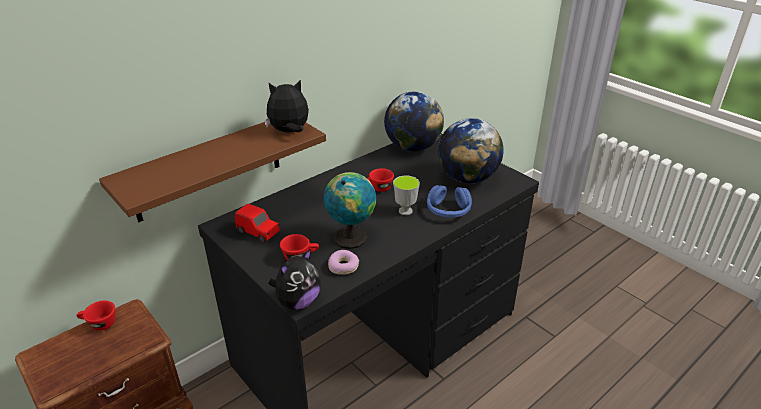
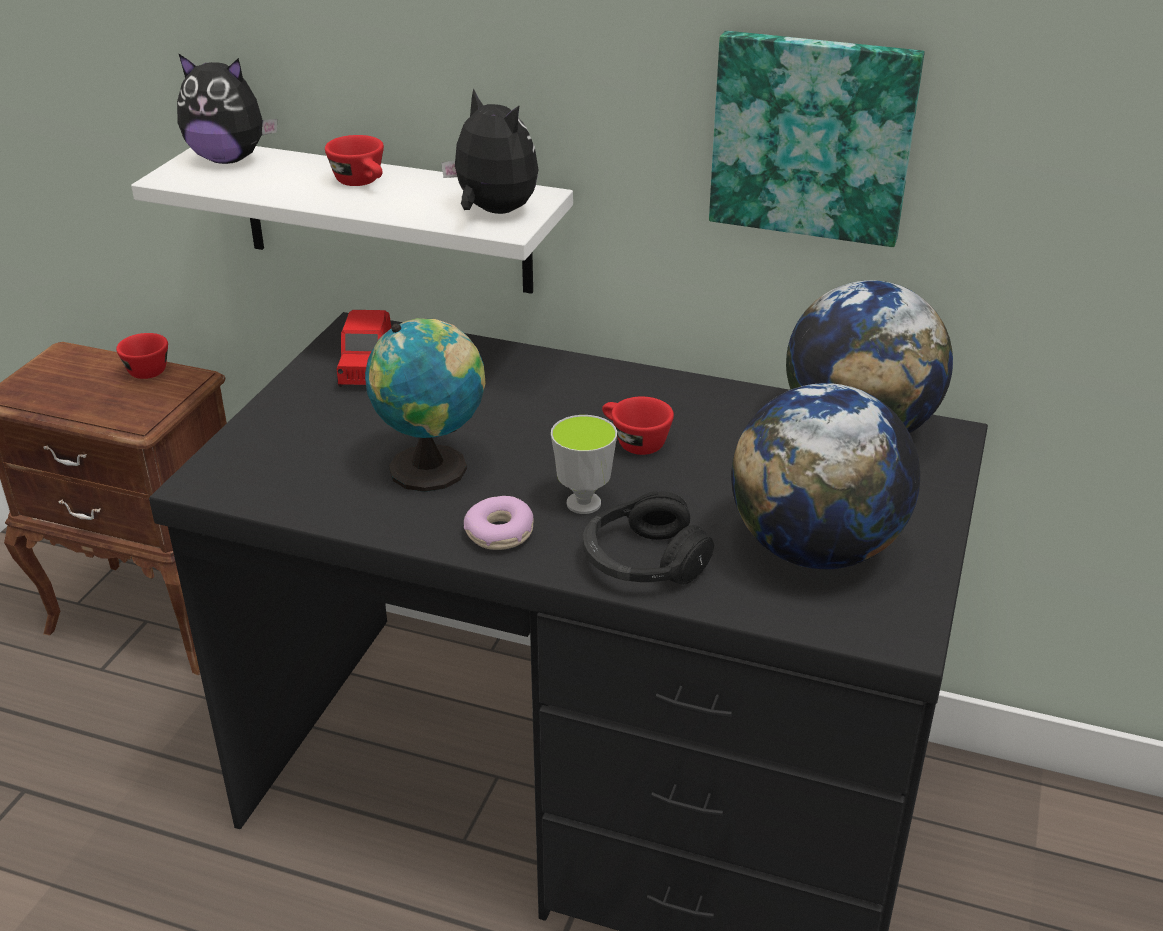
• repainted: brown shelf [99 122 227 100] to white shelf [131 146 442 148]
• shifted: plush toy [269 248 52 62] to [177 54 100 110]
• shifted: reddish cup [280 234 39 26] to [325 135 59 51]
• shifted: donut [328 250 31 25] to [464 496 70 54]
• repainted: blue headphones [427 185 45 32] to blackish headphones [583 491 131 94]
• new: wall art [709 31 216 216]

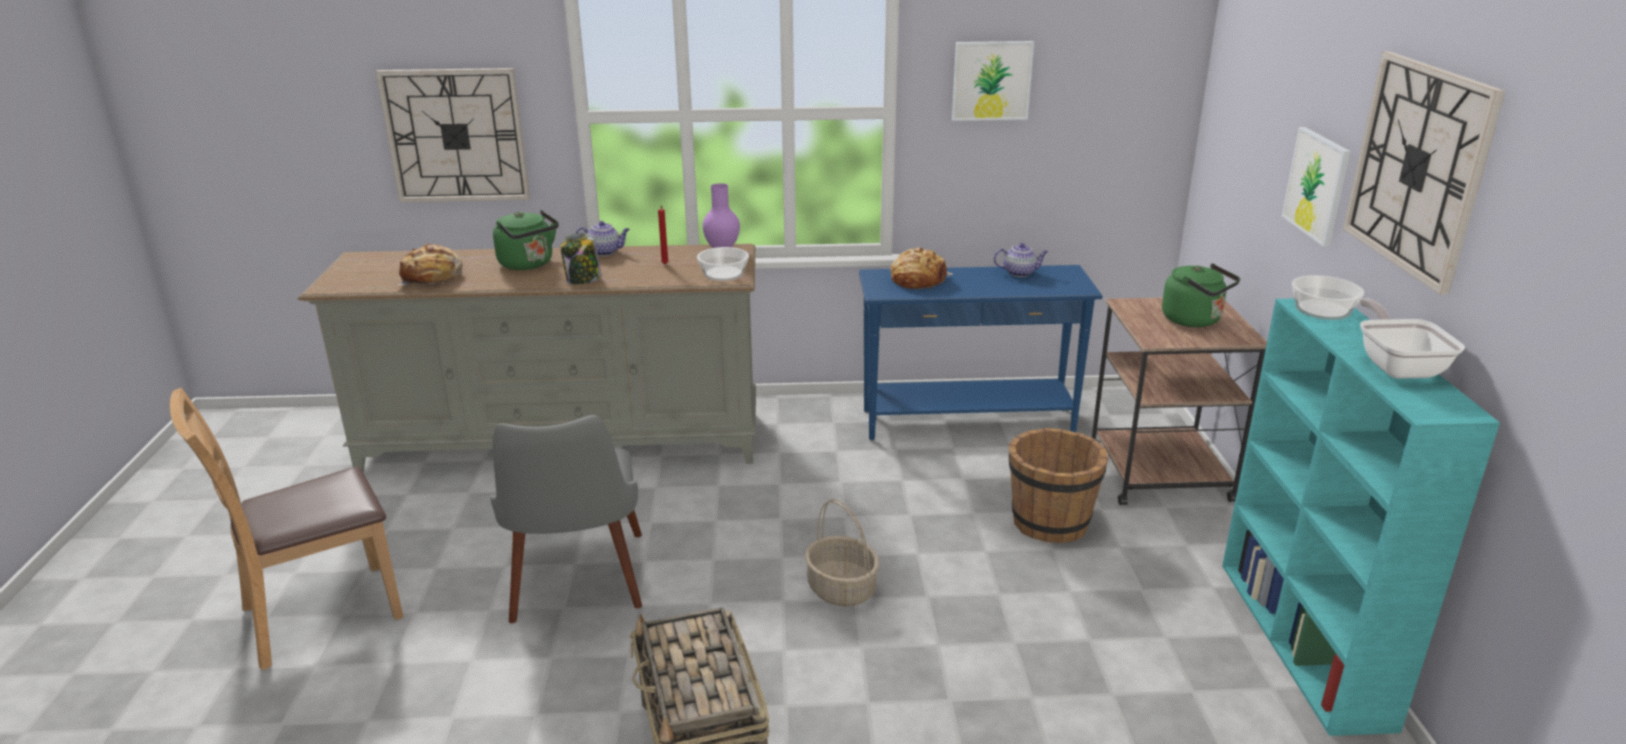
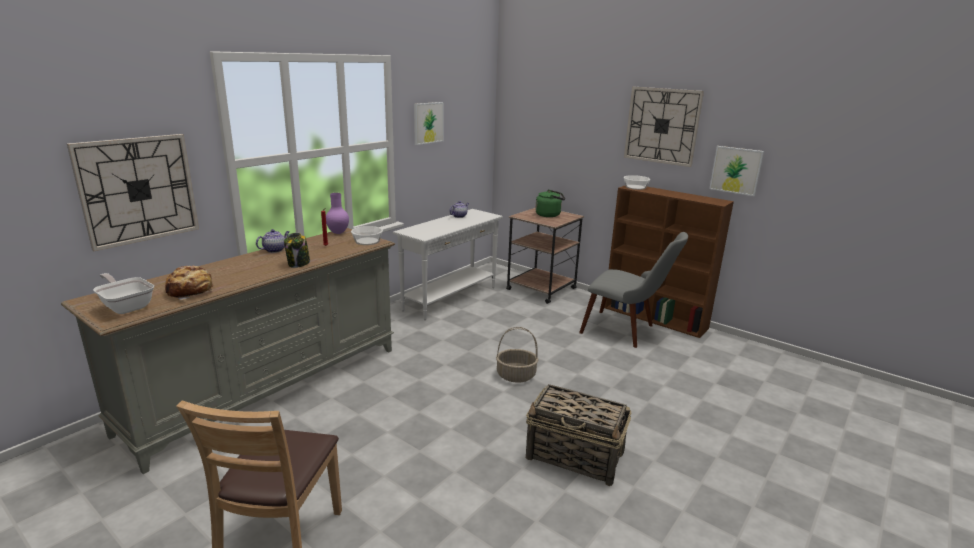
• shifted: greyish plain chair [490 415 152 208] to [579 232 109 116]
• gone: greenish water kettle [493 210 66 60]
• repainted: blue hall table [859 265 243 176] to white hall table [393 209 110 111]
• gone: baked bread [890 247 63 42]
• gone: brown bucket [1009 428 100 115]
• repainted: blue-green shelving unit [1222 298 278 438] to brown shelving unit [604 186 130 152]
• shifted: wall art [1282 127 69 120] to [709 146 55 50]
• shifted: pan [1359 298 106 81] to [93 273 61 41]

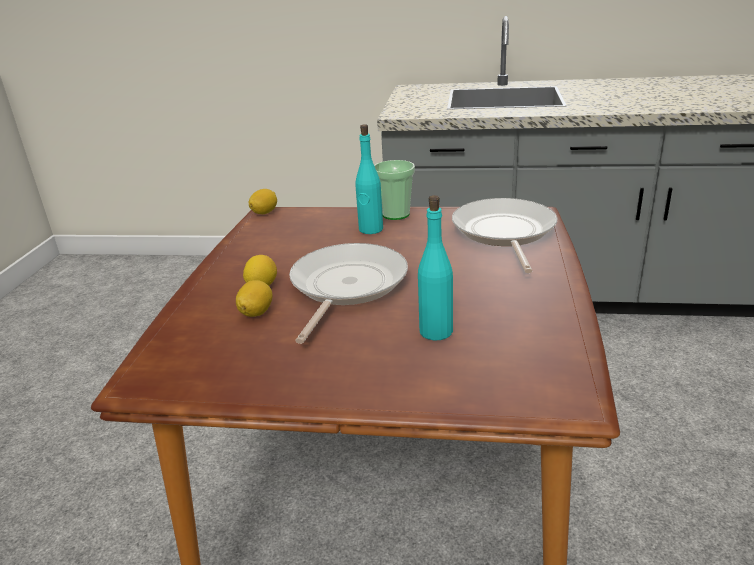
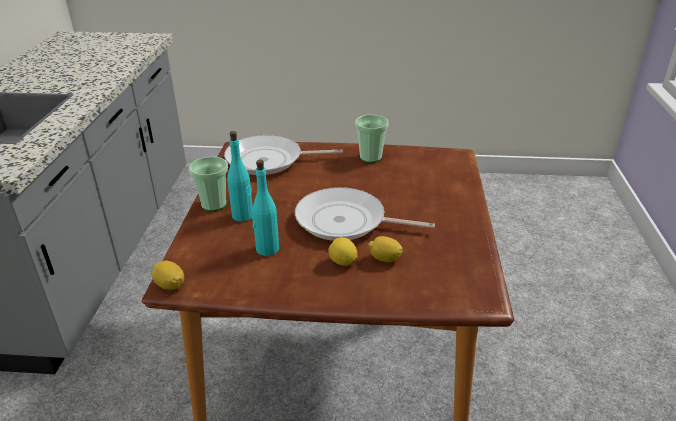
• shifted: blue-green bottle [418 195 35 146] to [252 160 27 96]
• new: cup [355 115 33 48]

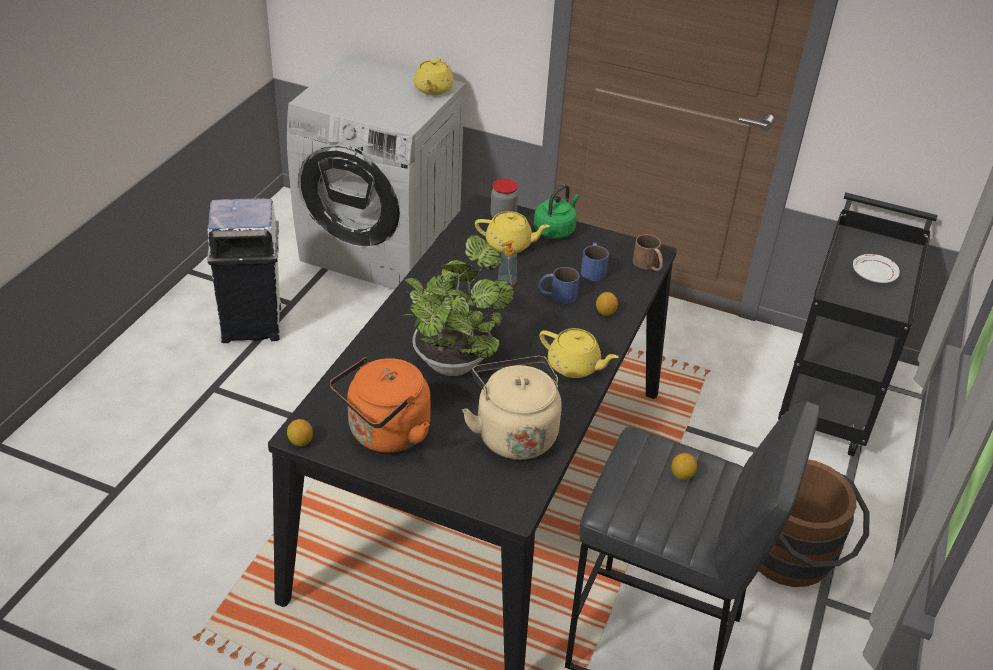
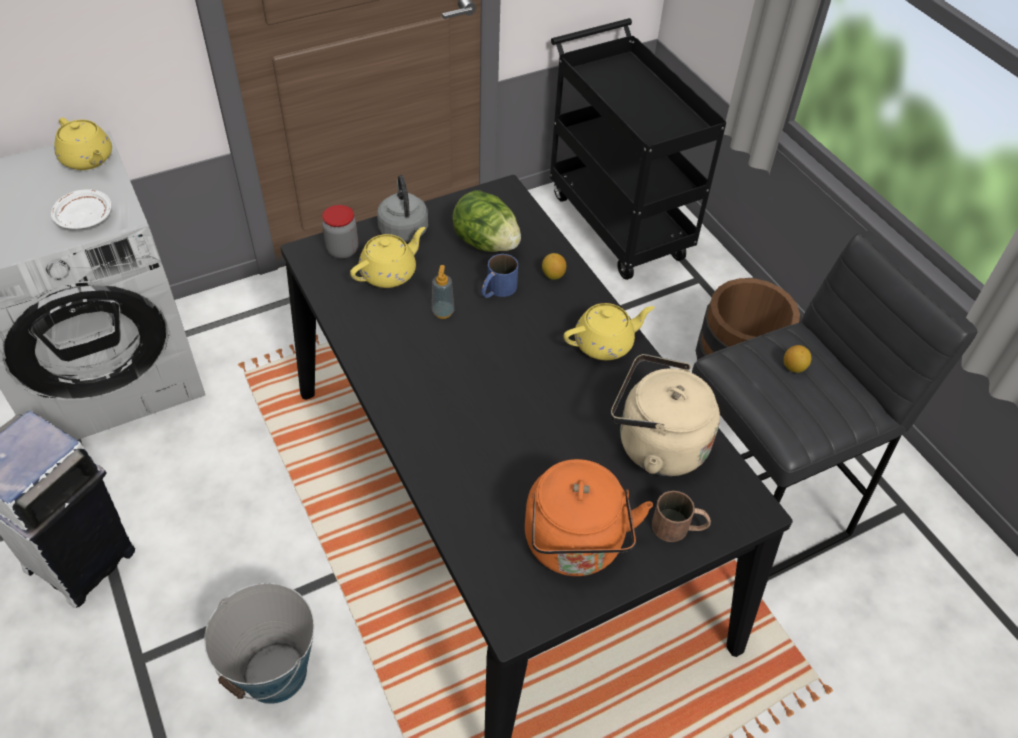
• gone: whole lemon [287 419 26 28]
• gone: plant in a pot [403 235 111 141]
• repainted: greenish water kettle [534 184 45 55] to greyish water kettle [377 175 51 67]
• swapped: blue coffee mug [581 243 28 38] to lettuce head [452 190 69 62]
• shifted: brown coffee mug [633 234 30 37] to [652 491 59 51]
• shifted: white plate [853 254 47 29] to [51 189 61 40]
• new: bucket [204 583 111 121]

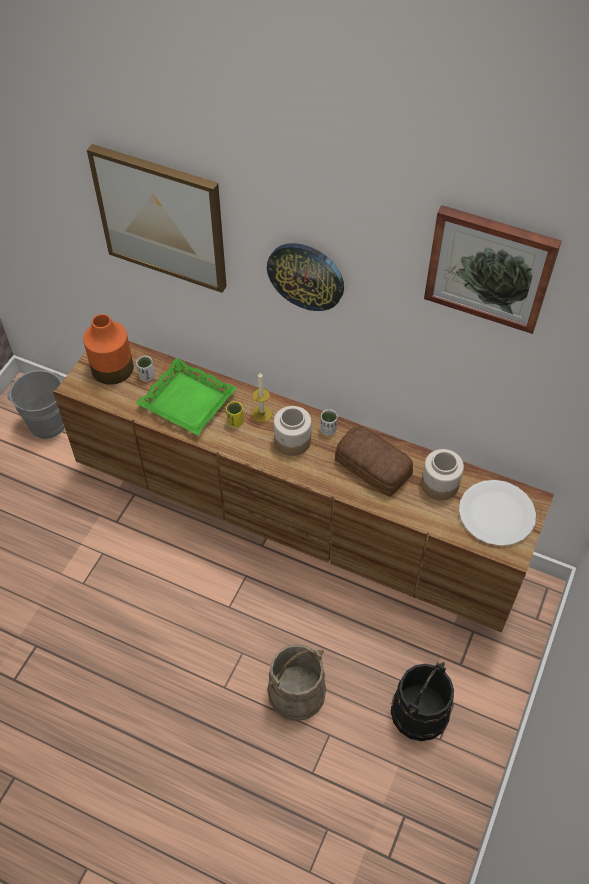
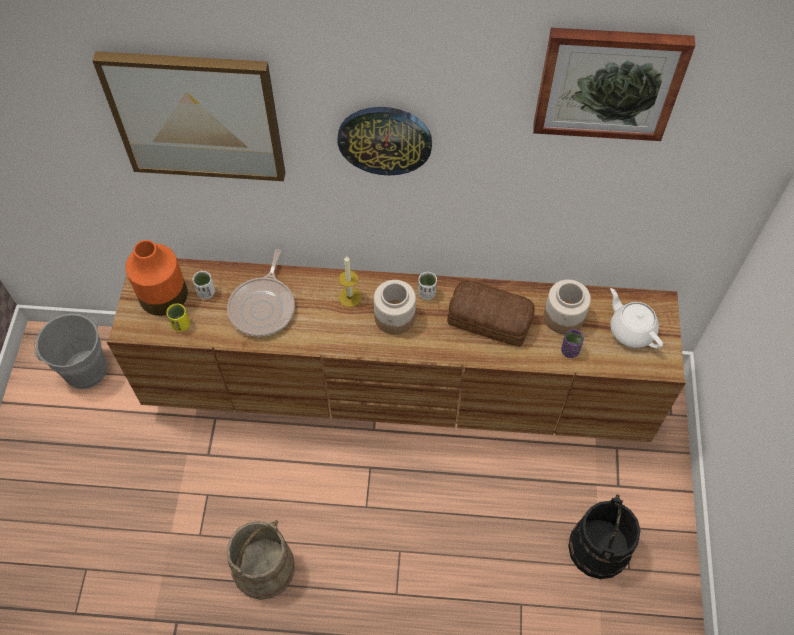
• swapped: greenish serving tray [136 358 101 77] to pan [227 249 68 88]
• shifted: yellow cup [226 401 18 26] to [167 304 23 28]
• shifted: beige bucket [267 644 59 77] to [227 520 68 80]
• swapped: white plate [459 480 77 66] to white pot for tea [610 288 53 61]
• new: purple cup [561 329 23 29]

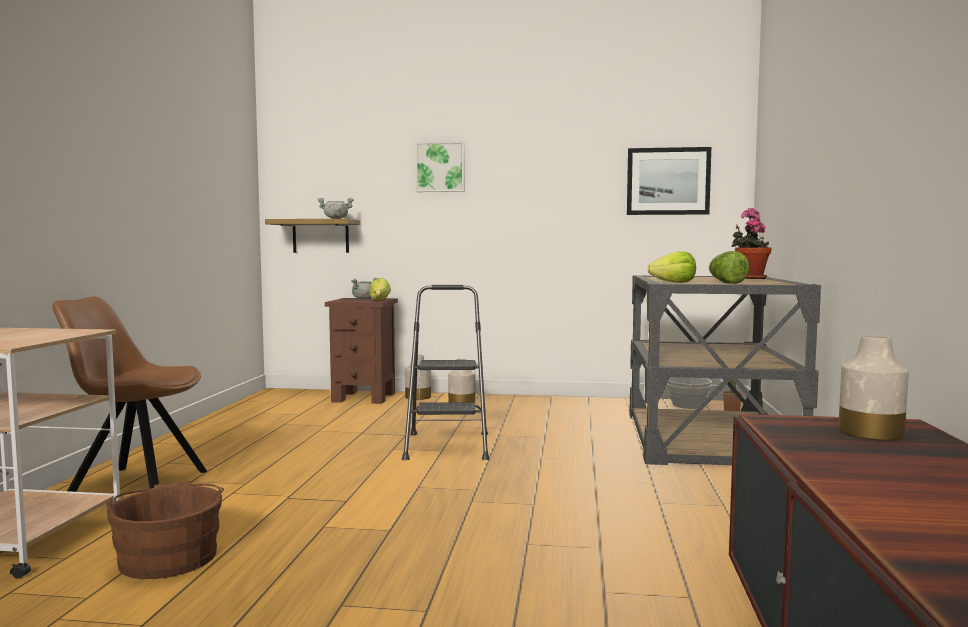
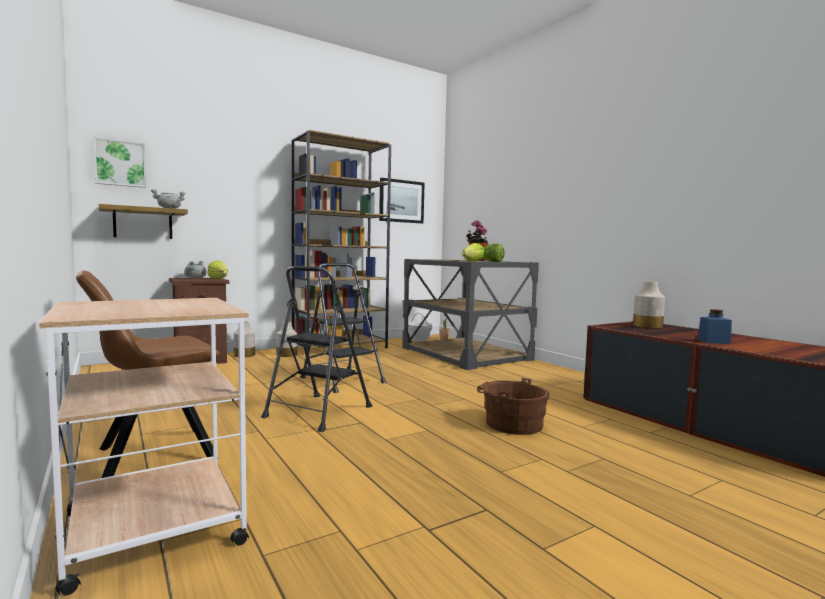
• shifted: brown bucket [106 482 118 97] to [477 378 72 57]
• shifted: wall art [415 141 50 51] to [93 137 53 51]
• new: blackish step stool [261 266 112 166]
• new: brown shelving unit [291 130 100 219]
• new: blue jar [697 309 35 35]

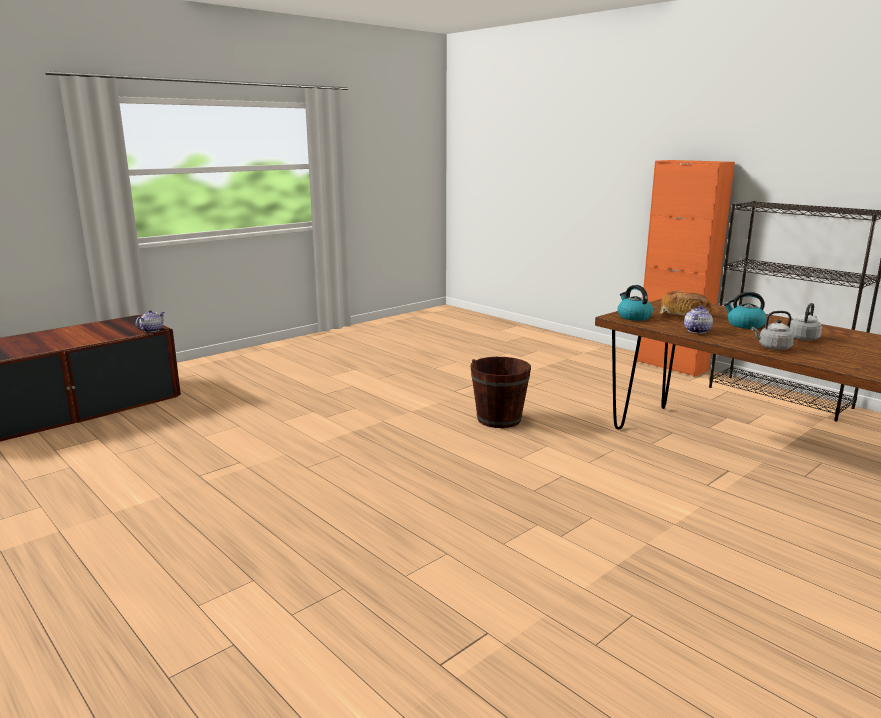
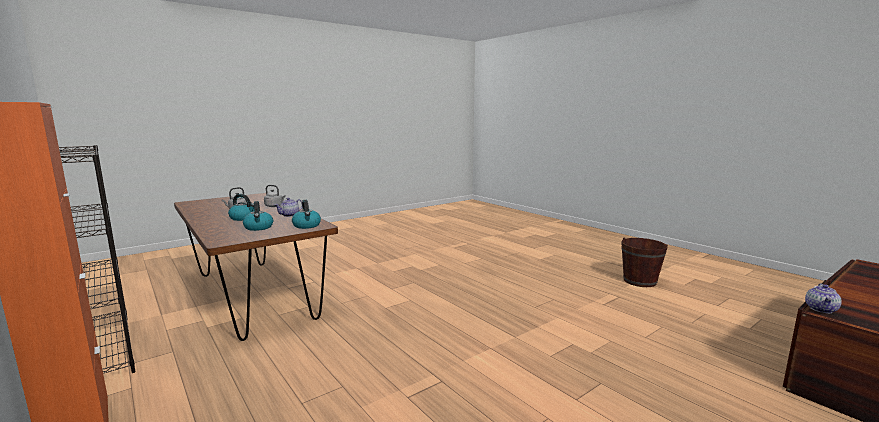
• shifted: brown bucket [470 357 61 71] to [621 238 47 49]
• swapped: baked bread [659 291 53 24] to water kettle [243 201 30 30]

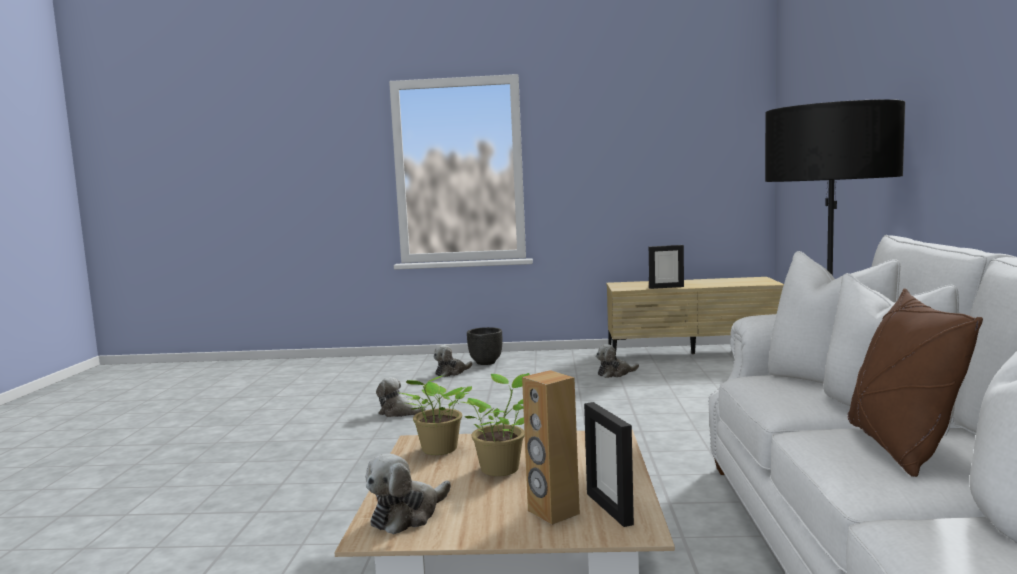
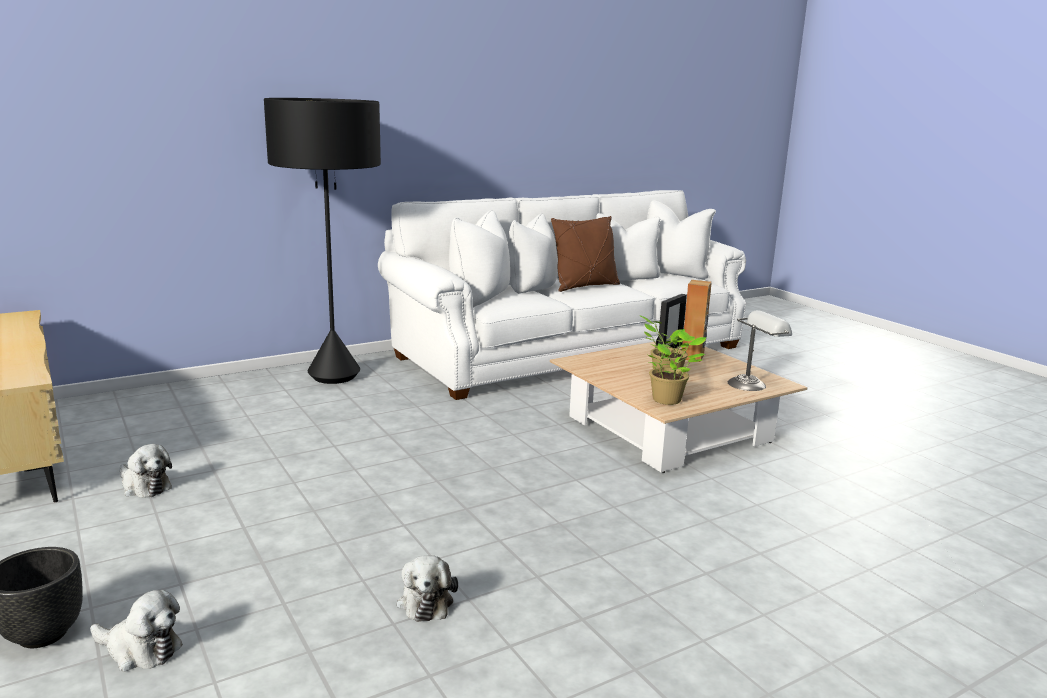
• swapped: plush toy [365 454 86 81] to white table lamp [728 310 64 81]
• gone: photo frame [649 245 35 44]

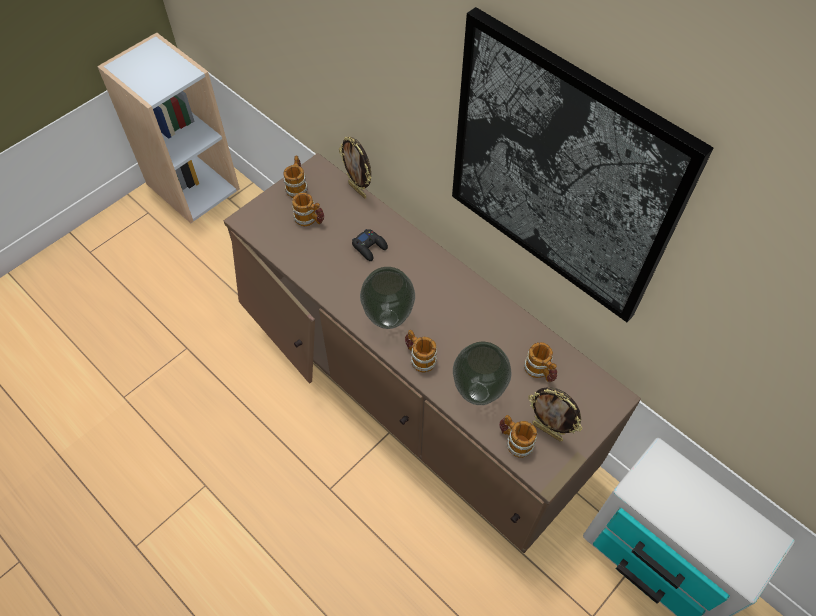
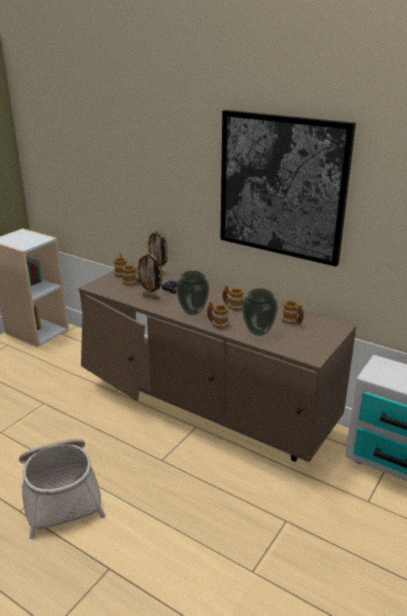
• shifted: coffee mug [499 415 38 43] to [222 285 22 26]
• shifted: photo frame [528 387 54 54] to [135 252 29 47]
• new: storage basket [19 439 87 100]

